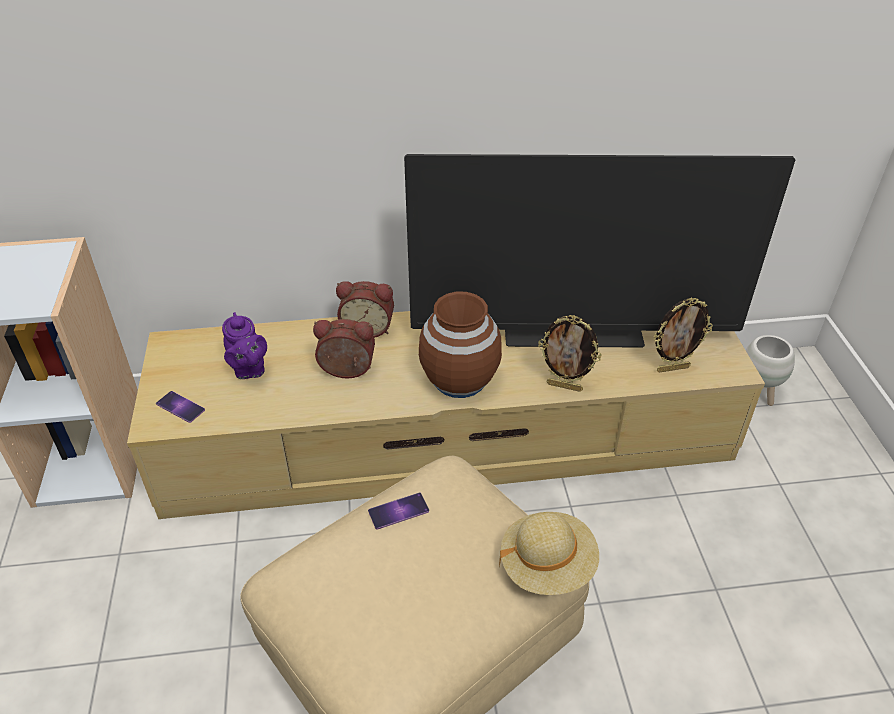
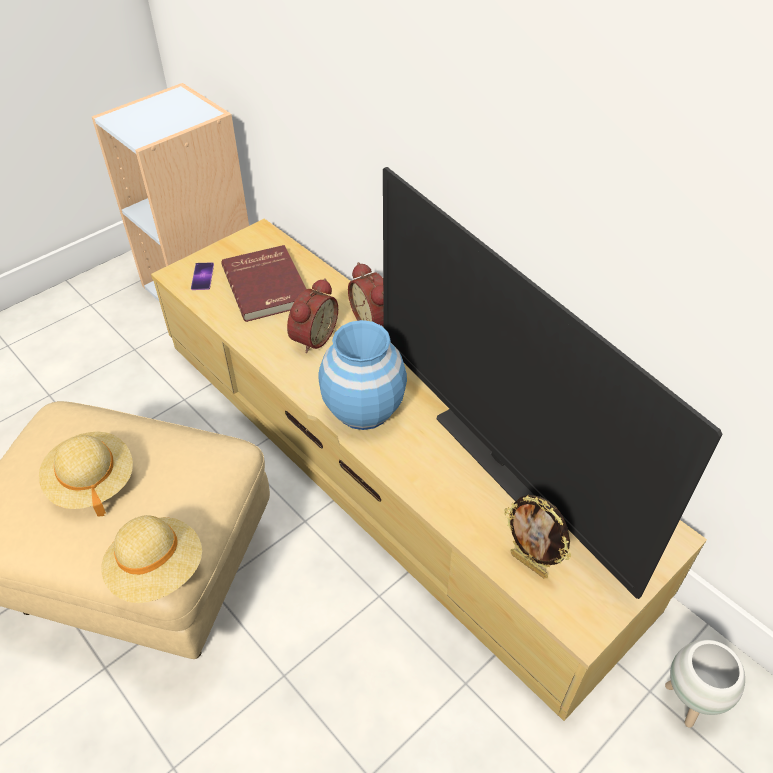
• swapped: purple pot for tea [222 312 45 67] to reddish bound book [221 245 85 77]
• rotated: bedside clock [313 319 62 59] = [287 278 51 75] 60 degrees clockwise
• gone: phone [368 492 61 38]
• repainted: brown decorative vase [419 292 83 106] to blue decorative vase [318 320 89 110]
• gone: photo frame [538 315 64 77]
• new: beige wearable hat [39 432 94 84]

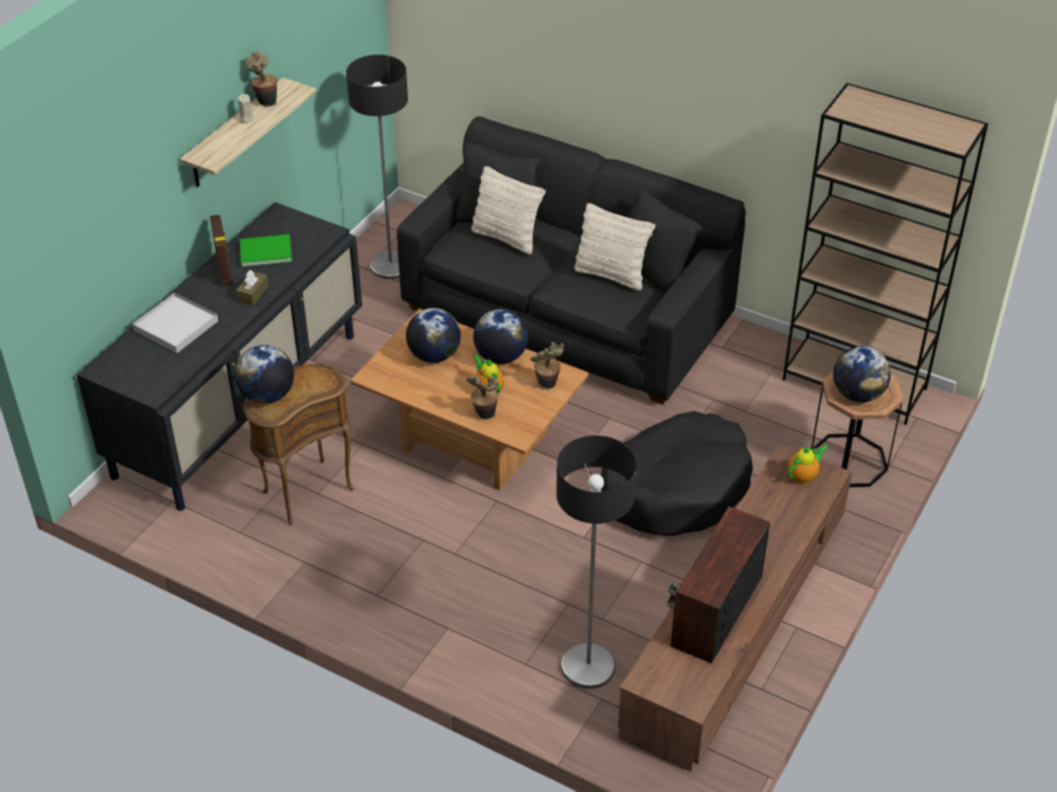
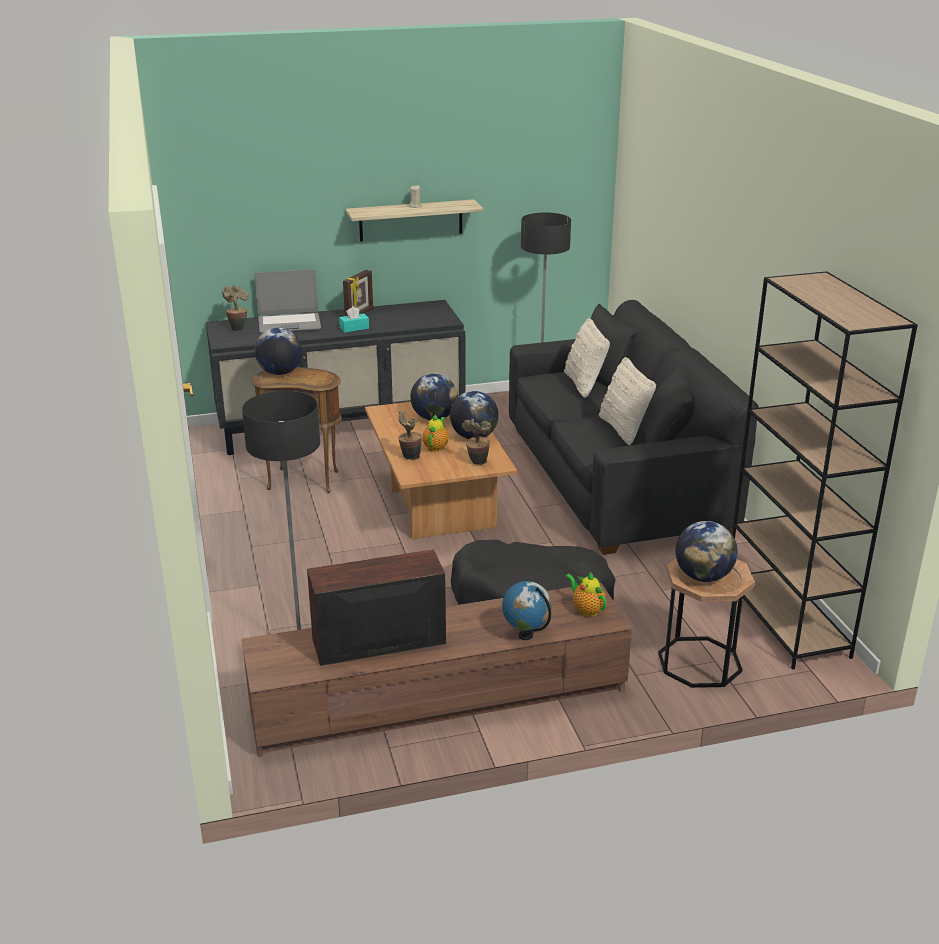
• swapped: white serving tray [132 293 86 60] to laptop [255 269 66 64]
• repainted: brown box of tissues [236 270 33 36] to blue-green box of tissues [339 306 30 27]
• gone: greenish bound book [240 234 52 33]
• shifted: plant in a pot [246 51 31 56] to [222 285 27 47]
• rotated: pot for tea [788 445 41 39] = [565 572 42 45] 135 degrees counterclockwise
• new: world globe [502 581 50 59]

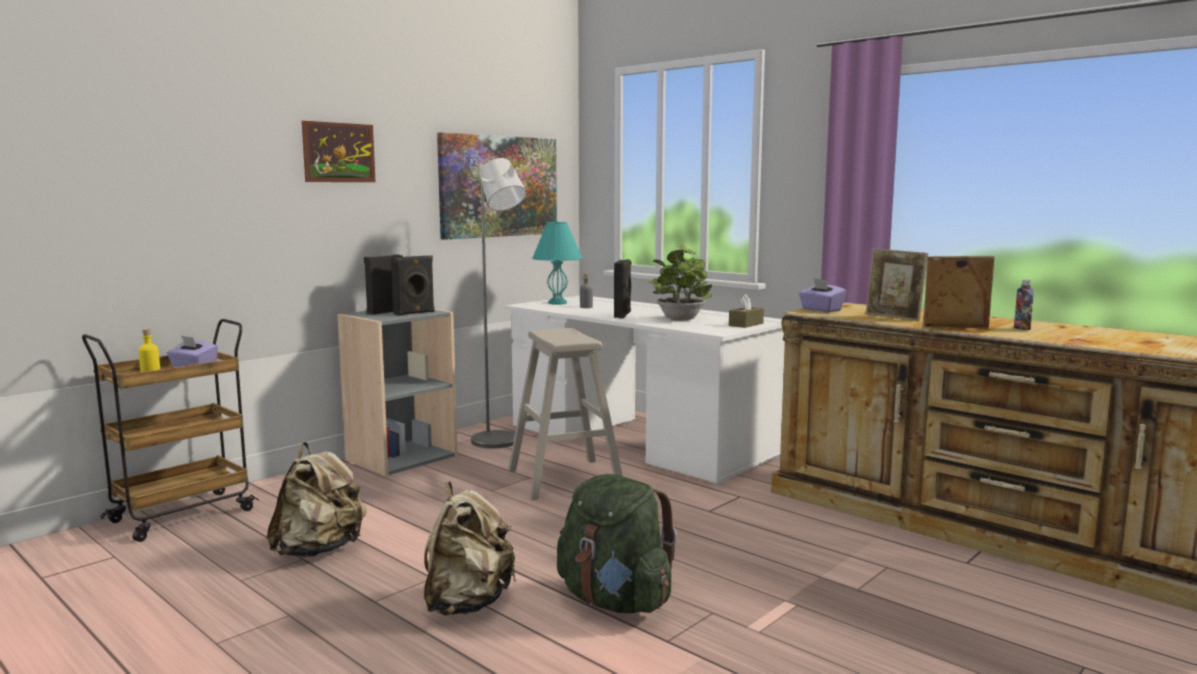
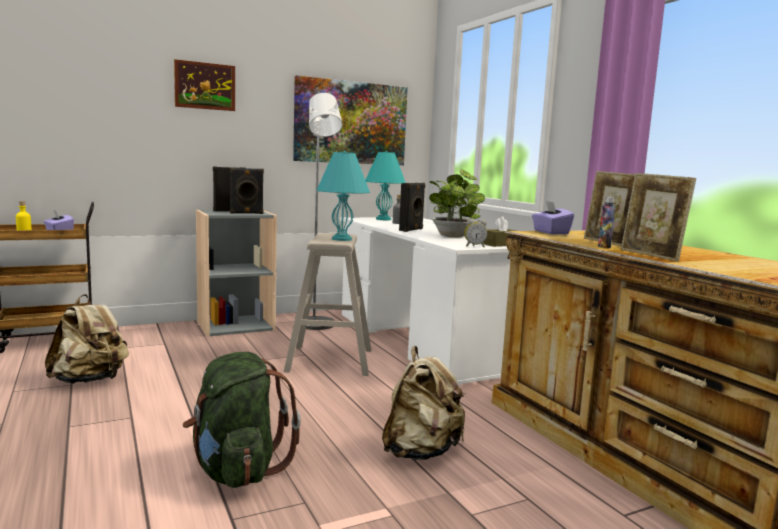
• shifted: beige knapsack [424 481 92 134] to [382 346 83 114]
• rotated: photo frame [923 256 72 73] = [621 173 75 89] 150 degrees counterclockwise
• shifted: bottle [1014 280 20 50] to [598 197 18 51]
• new: blue-green table lamp [317 151 53 90]
• new: bedside clock [464 219 23 28]

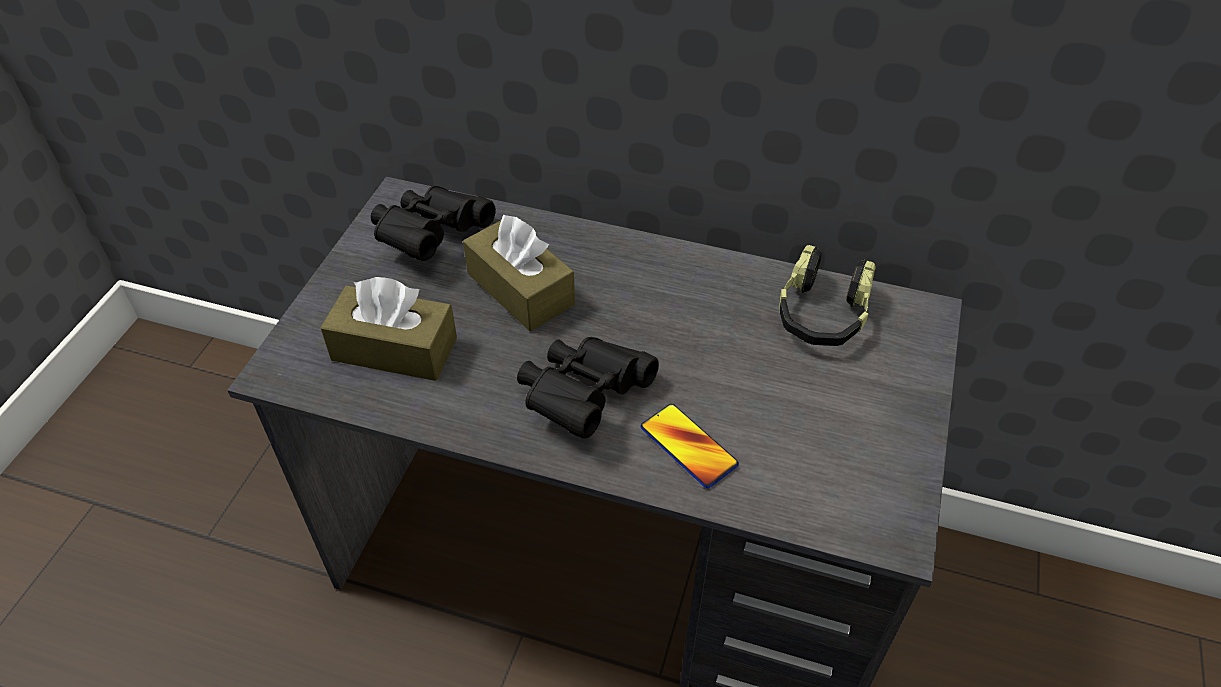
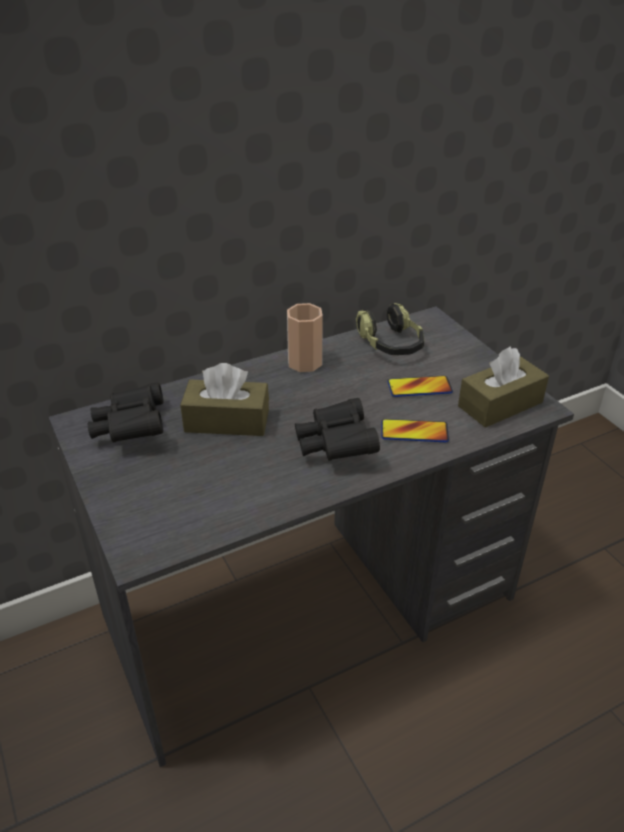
• shifted: brown box of tissues [320 277 137 104] to [458 346 91 82]
• new: cup [287 303 36 69]
• new: phone [388 376 65 21]

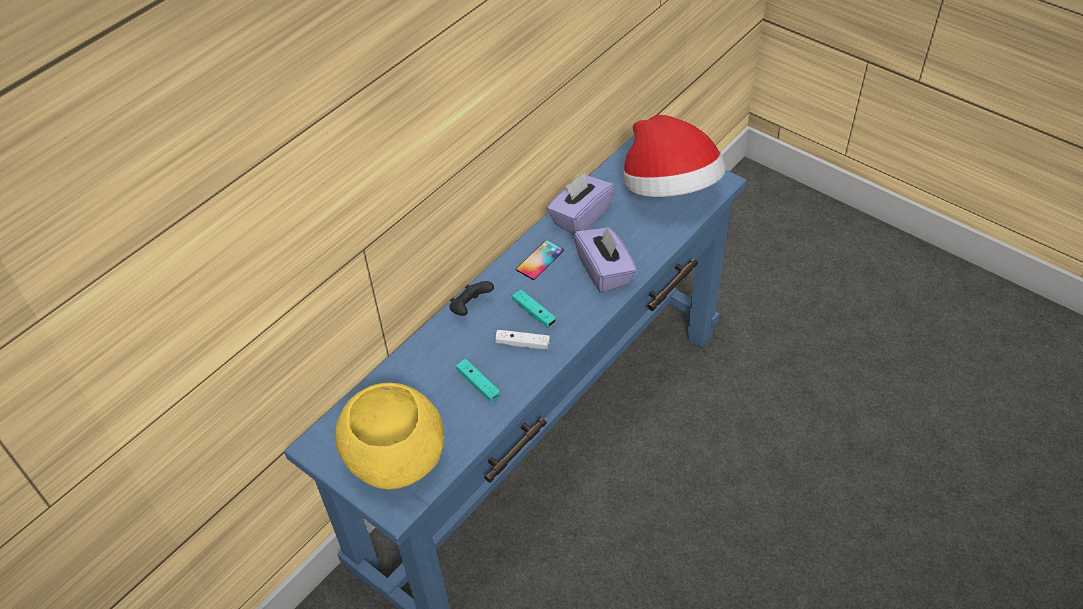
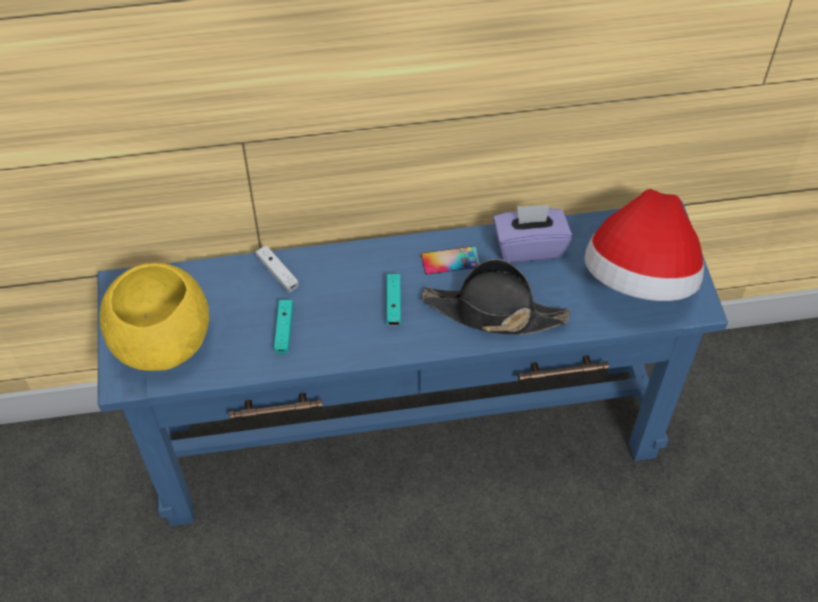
• gone: blackish gamepad [449 281 45 35]
• shifted: white gamepad [495 330 55 20] to [256 245 43 47]
• swapped: purple box of tissues [574 225 63 68] to blackish wearable hat [422 259 148 76]

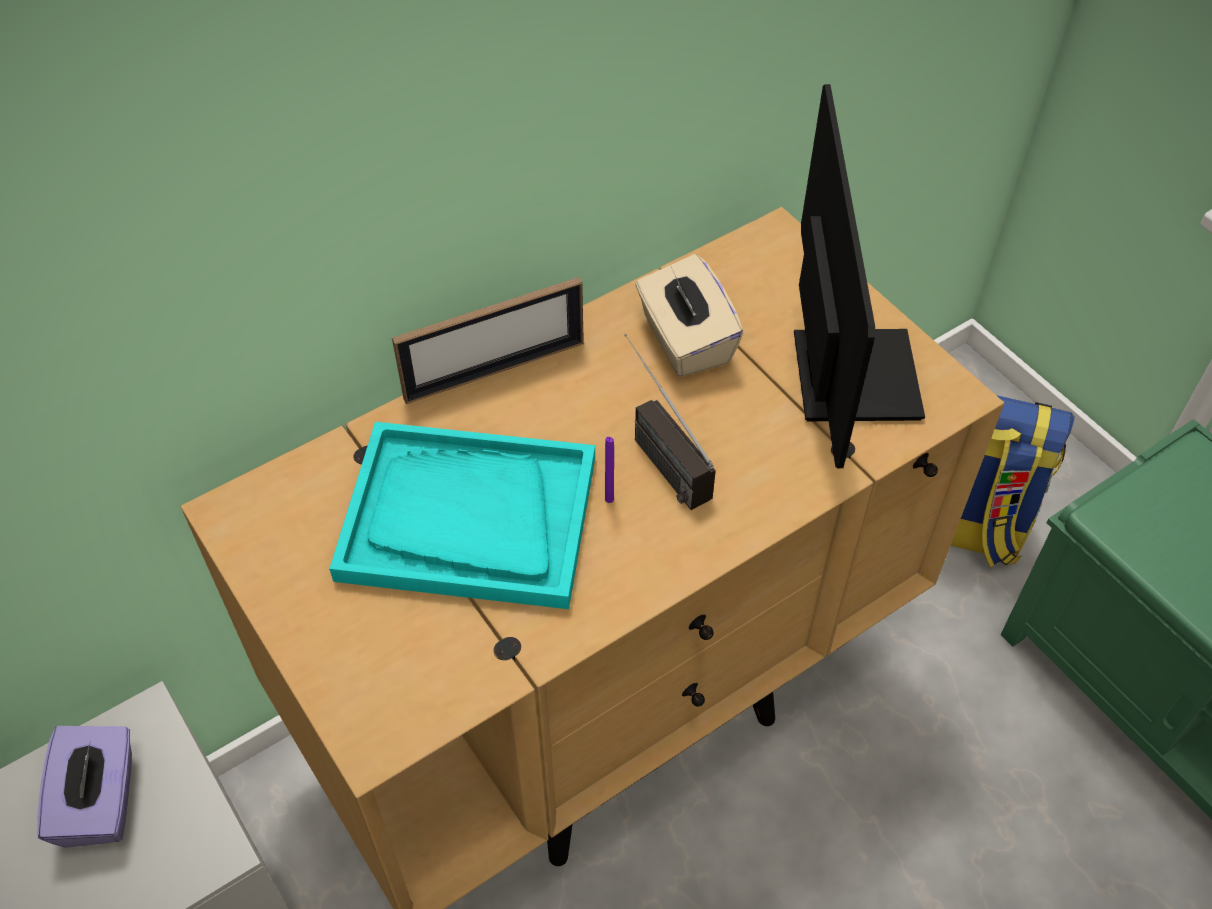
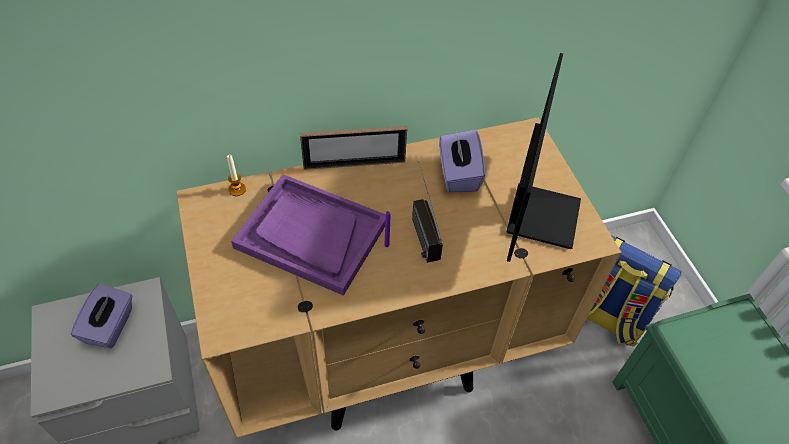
• repainted: blue-green serving tray [329 422 266 187] to purple serving tray [231 174 155 122]
• repainted: beige box of tissues [635 254 108 123] to purple box of tissues [439 130 46 62]
• new: wax light [227 155 19 41]

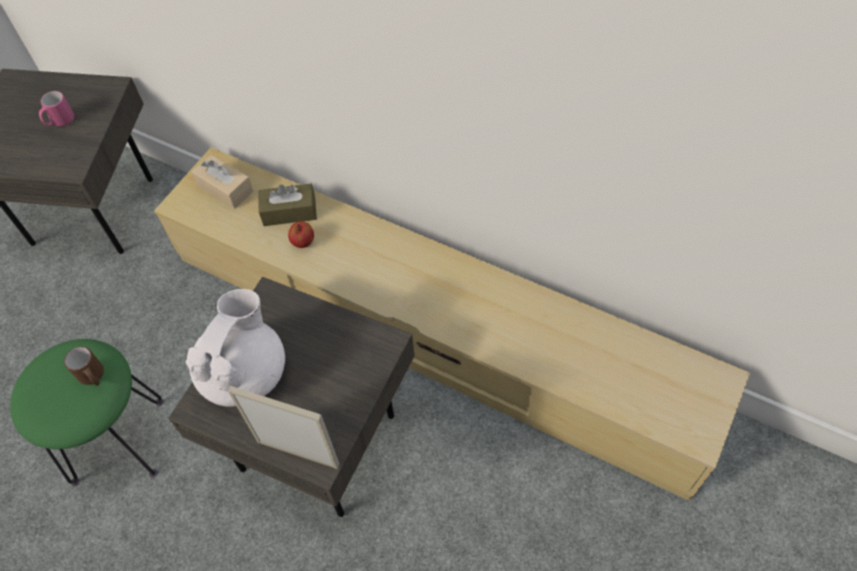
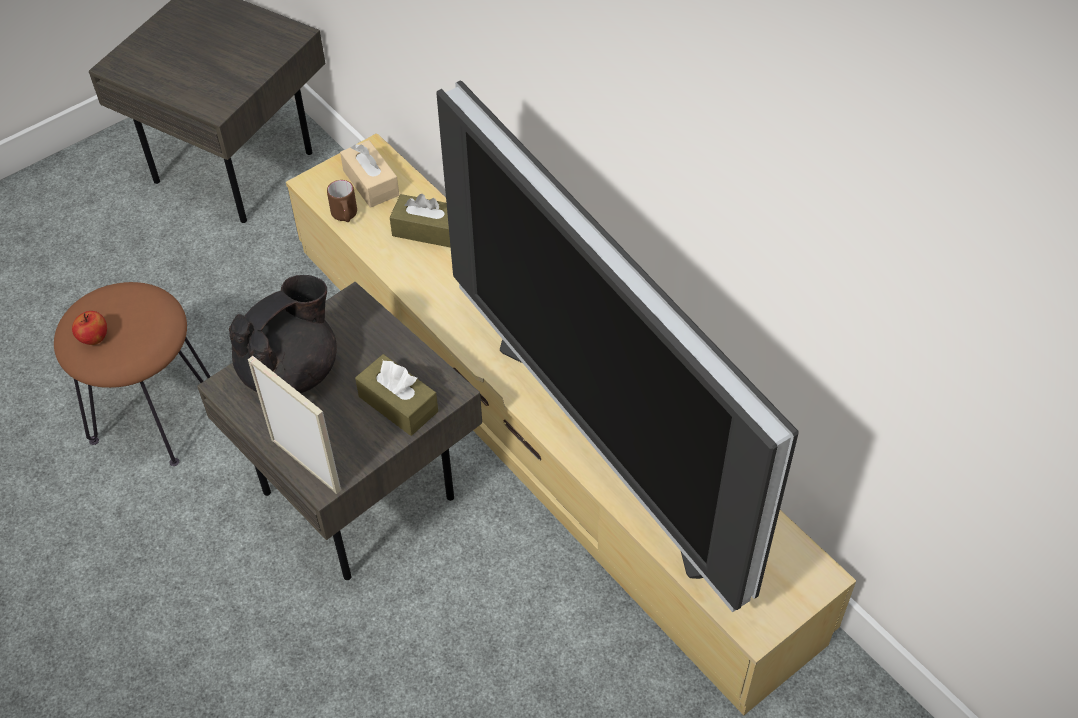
• repainted: greenish stool seat [10 339 154 147] to brown stool seat [54 282 157 184]
• gone: pink-coloured coffee mug [39 91 35 35]
• shifted: brown coffee mug [64 347 40 39] to [327 180 30 42]
• repainted: white pot for tea [186 289 99 118] to blackish pot for tea [229 275 108 118]
• shifted: whole apple [288 221 26 27] to [72 311 35 34]
• new: brown box of tissues [355 354 83 82]
• new: TV set [436 81 363 531]

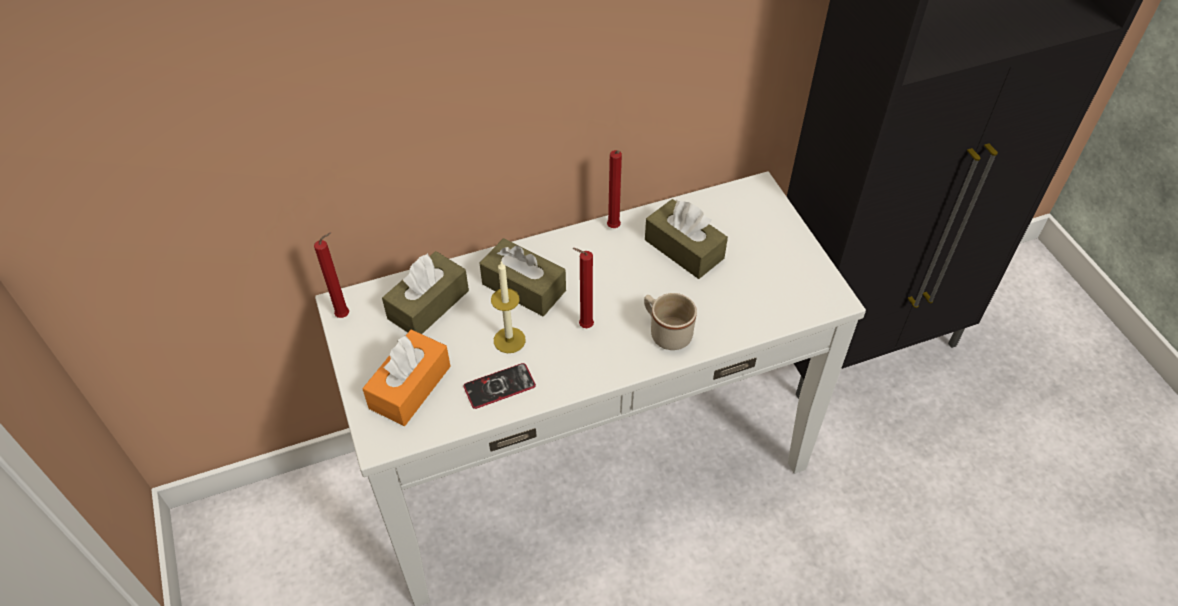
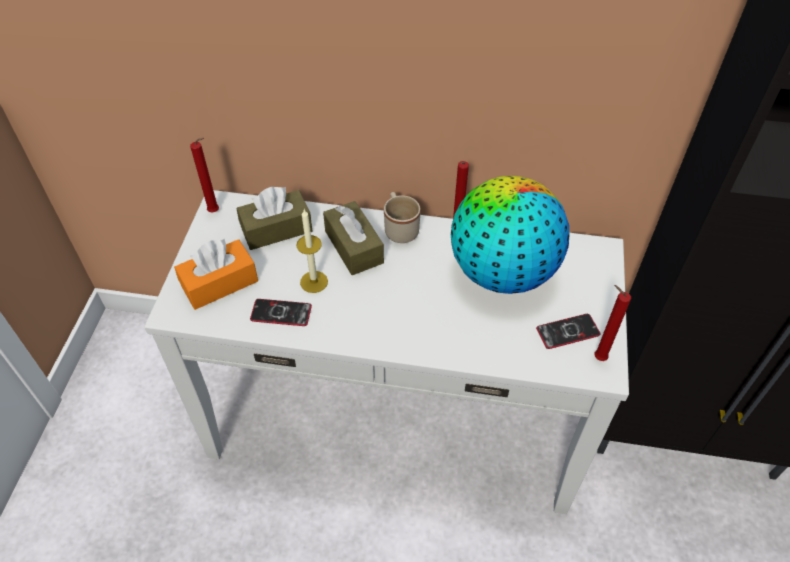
• shifted: reddish wax light [572 248 22 80] to [594 285 37 76]
• shifted: beige coffee mug [644 293 53 57] to [384 192 36 51]
• swapped: brown box of tissues [645 199 83 80] to world globe [451 176 118 118]
• new: phone [536 314 64 35]

